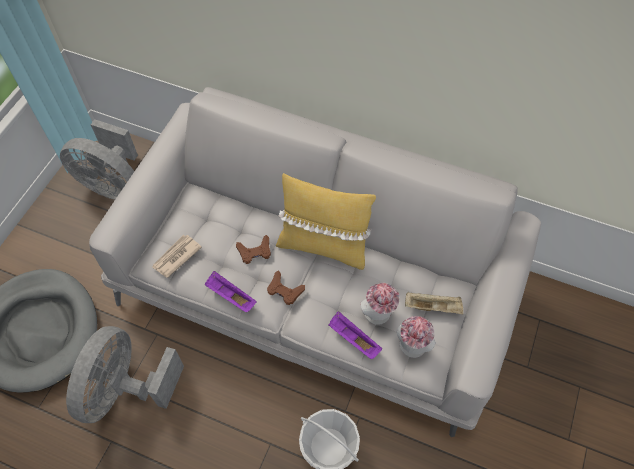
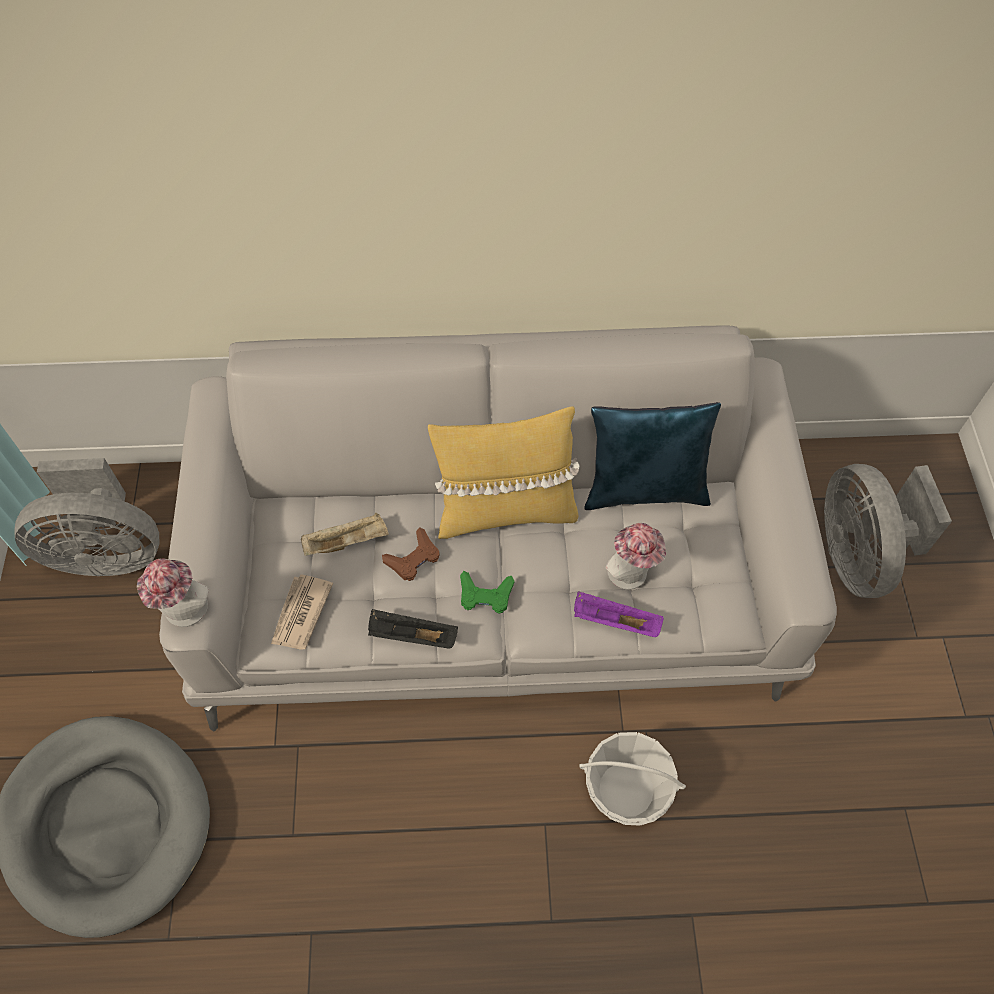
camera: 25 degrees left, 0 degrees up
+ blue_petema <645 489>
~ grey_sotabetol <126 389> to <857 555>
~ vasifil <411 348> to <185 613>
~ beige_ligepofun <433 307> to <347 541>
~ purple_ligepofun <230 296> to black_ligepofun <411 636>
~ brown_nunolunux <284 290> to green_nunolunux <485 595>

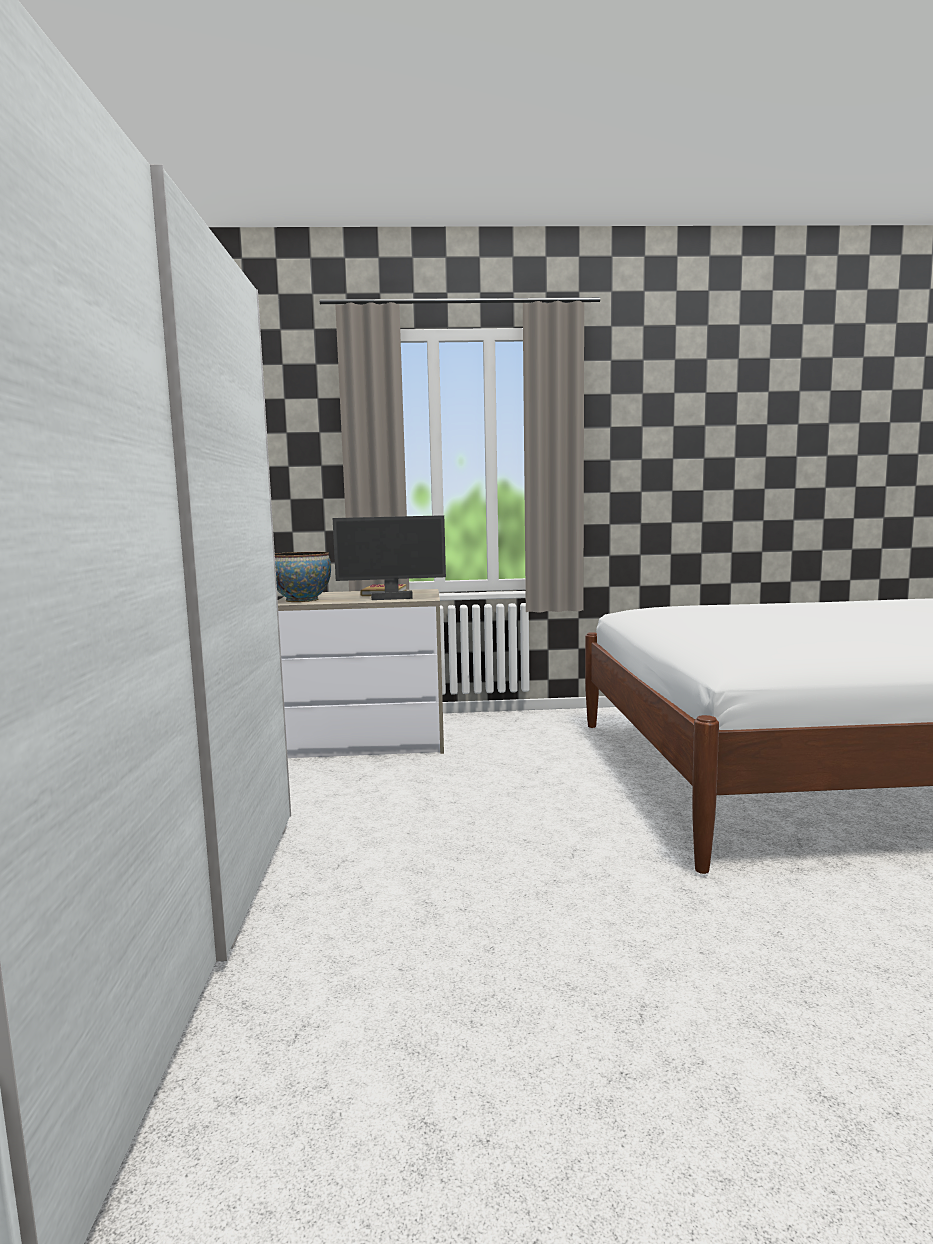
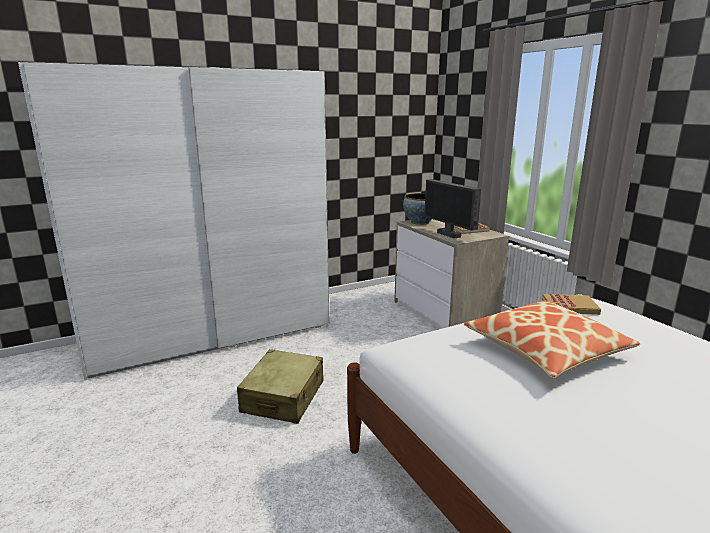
camera: 65 degrees right, 10 degrees up
+ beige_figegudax <283 397>
+ petema <546 350>
+ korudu <569 306>

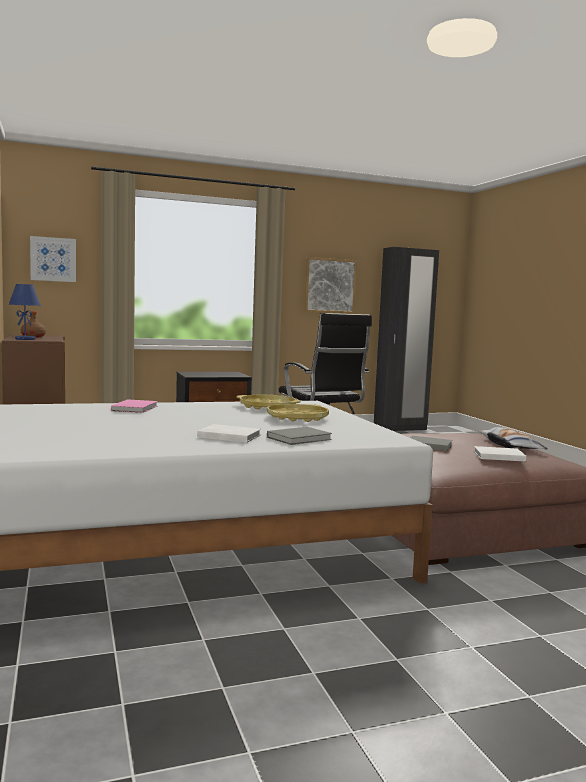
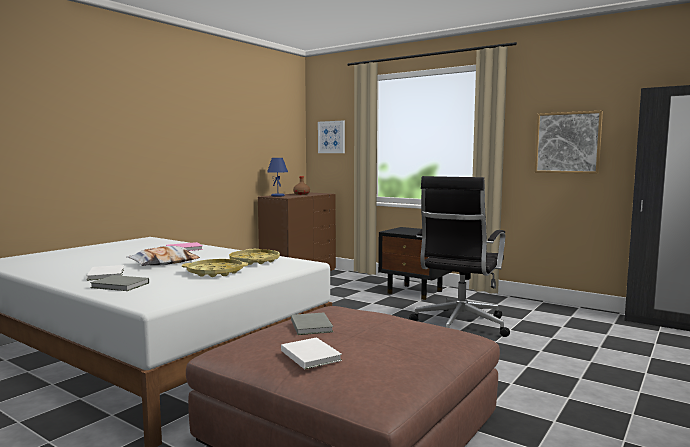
camera: 55 degrees right, 0 degrees up
~ petema <510 446> to <164 262>

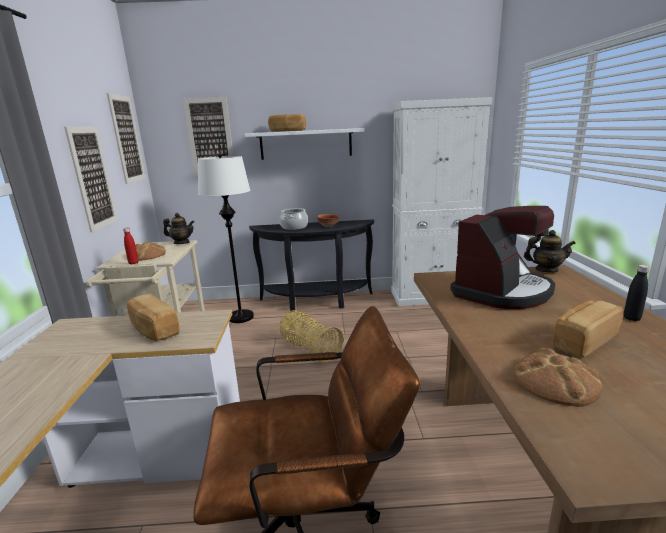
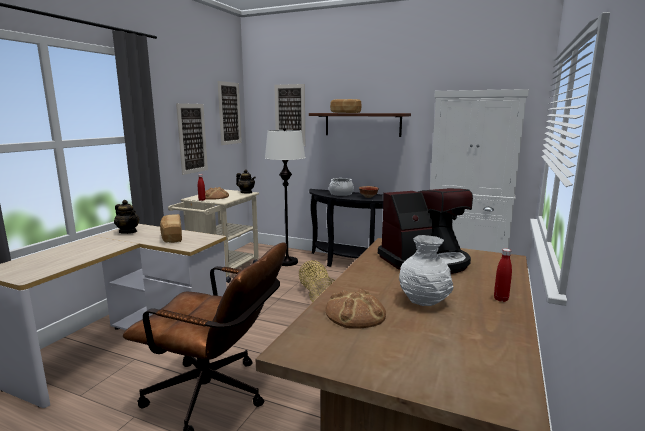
camera: 25 degrees right, 5 degrees down
~ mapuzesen <546 270> to <128 232>
~ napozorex <582 341> to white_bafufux <424 301>
~ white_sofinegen <306 144> to brown_sofinegen <362 124>
~ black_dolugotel <631 318> to red_dolugotel <501 299>

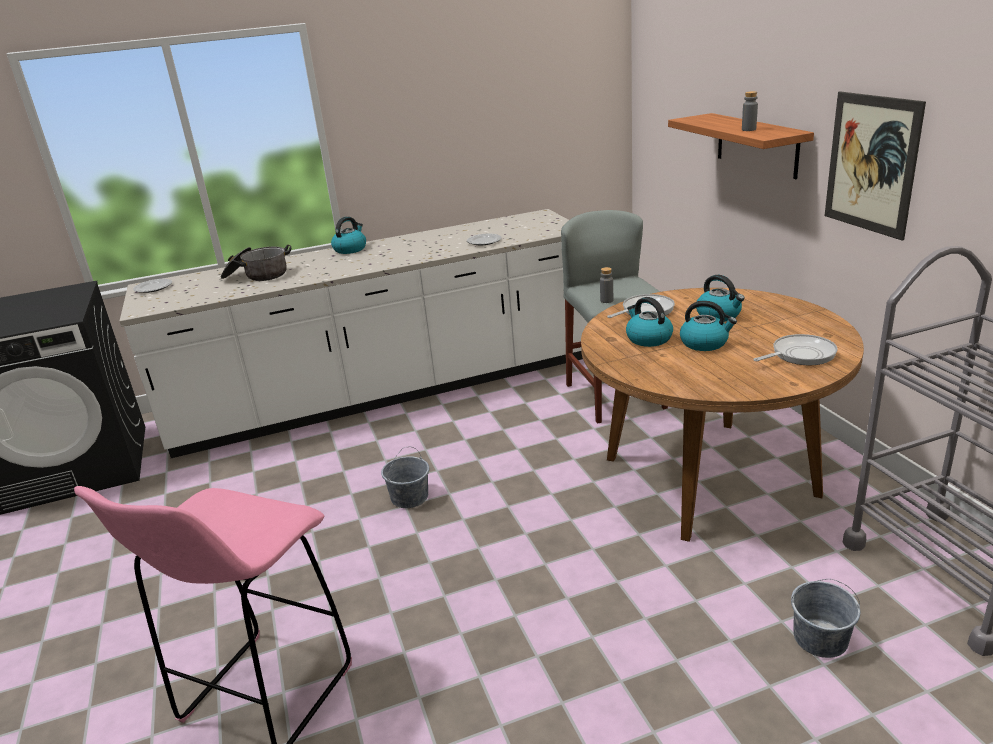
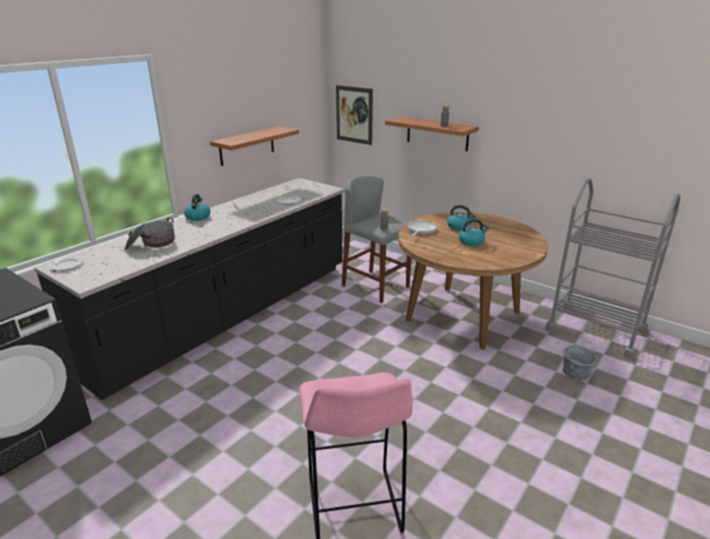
camera: 35 degrees left, 0 degrees up
- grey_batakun <410 497>
- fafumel <648 338>
- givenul <800 355>
+ sofinegen <247 145>
~ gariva <871 164> to <354 115>
~ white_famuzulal <386 393> to black_famuzulal <228 315>

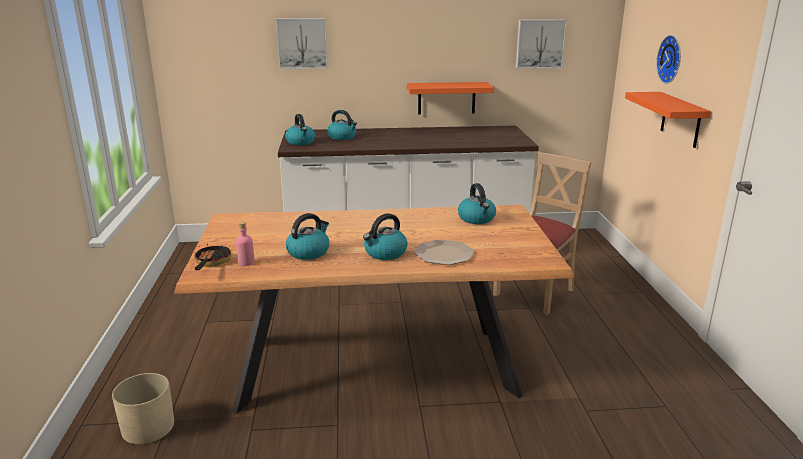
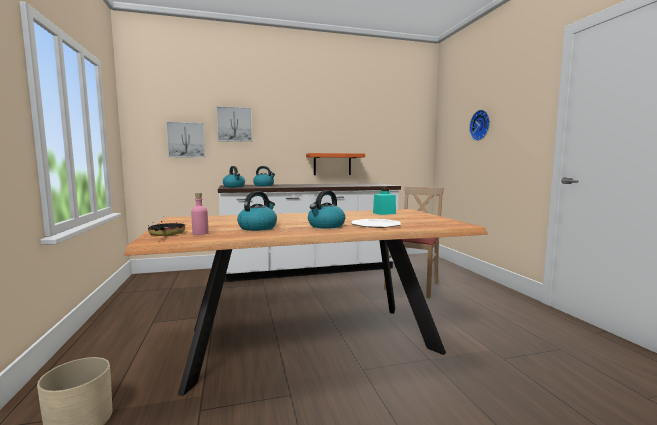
camera: 10 degrees left, 15 degrees down
- orange_sofinegen <681 119>
~ gariva <540 43> to <186 140>
~ fafumel <477 219> to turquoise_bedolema <384 213>

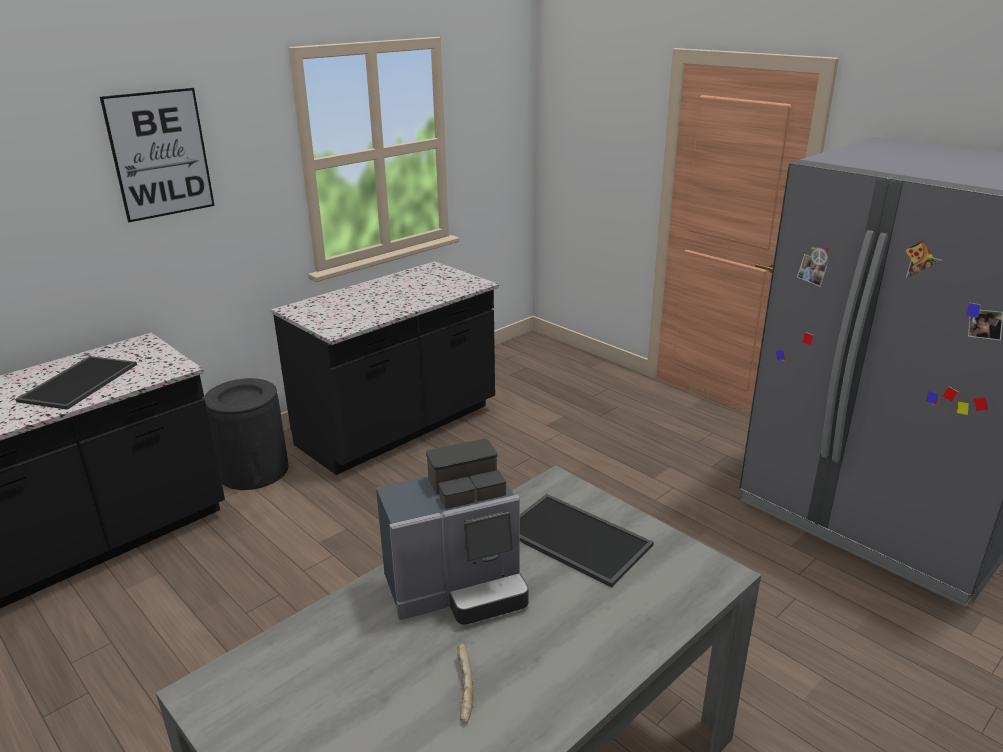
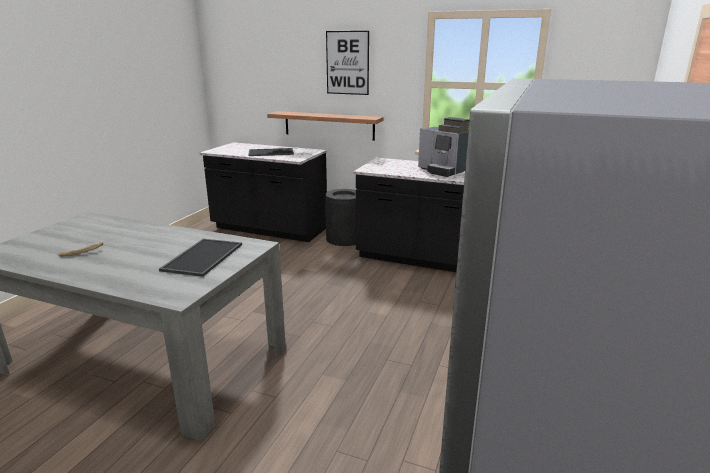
camera: 65 degrees right, 5 degrees down
+ sofinegen <329 125>
~ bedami <458 588> to <442 171>

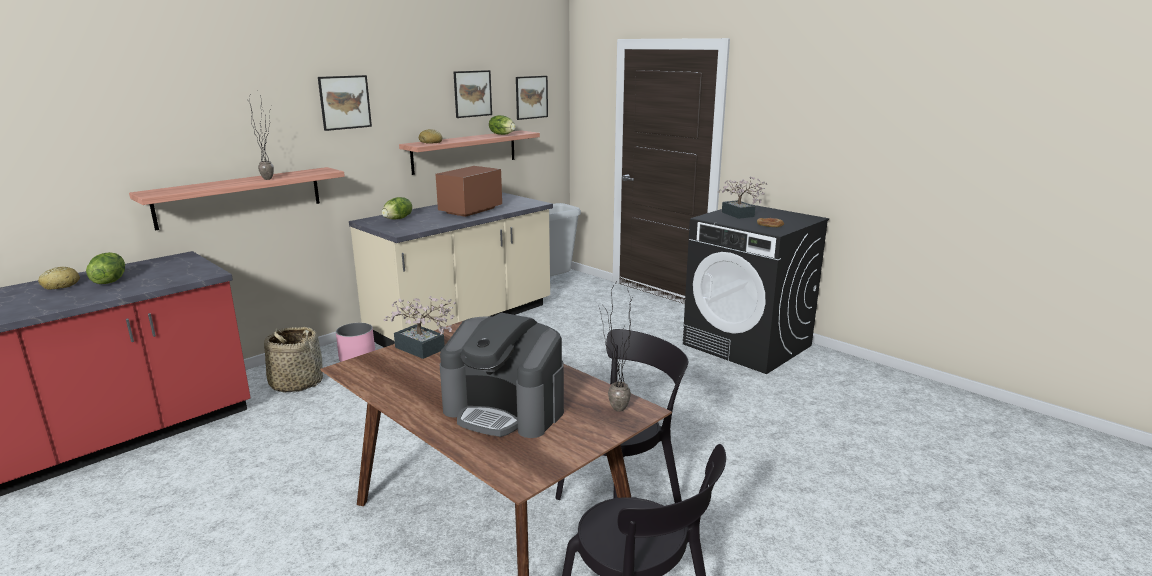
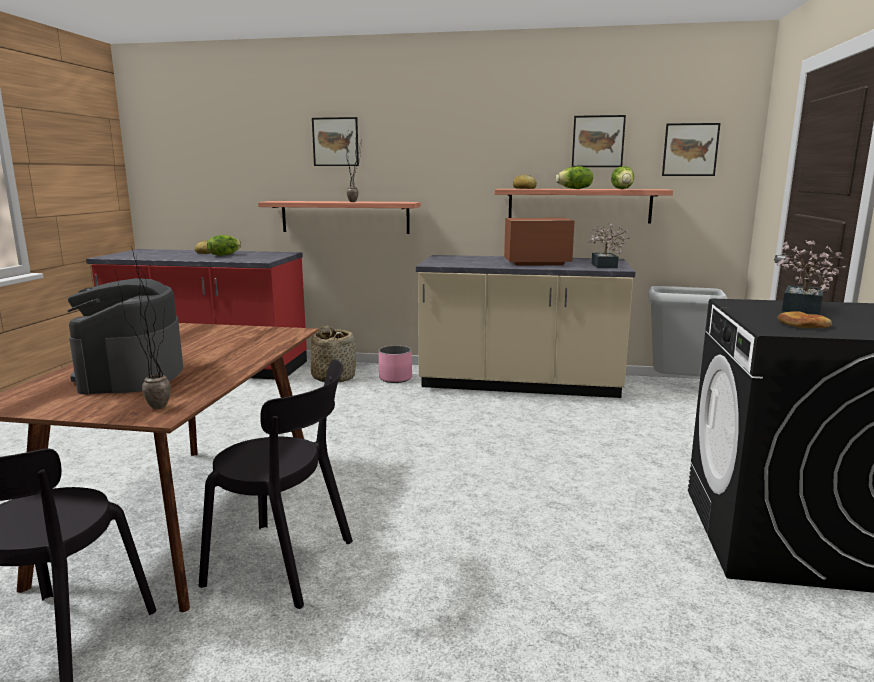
camera: 55 degrees right, 5 degrees down
~ gariva <345 102> to <335 142>
~ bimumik <398 219> to <575 189>
~ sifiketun <423 350> to <604 266>

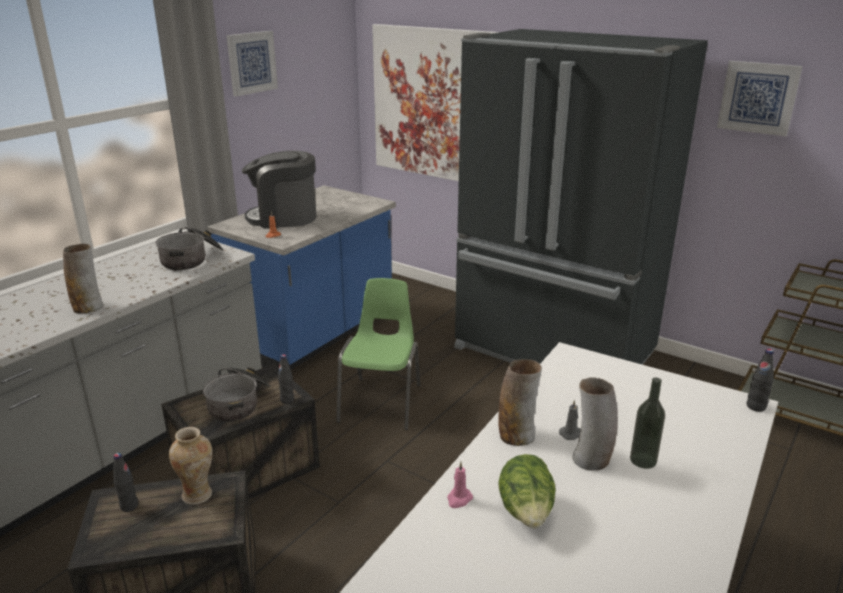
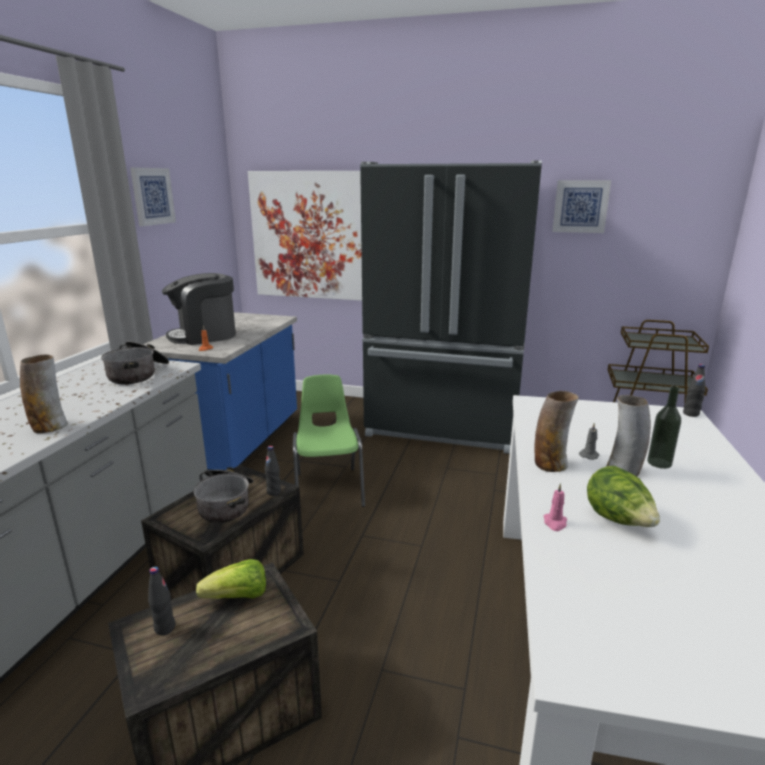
camera: 20 degrees left, 5 degrees down
~ bafufux <198 495> to bimumik <238 597>

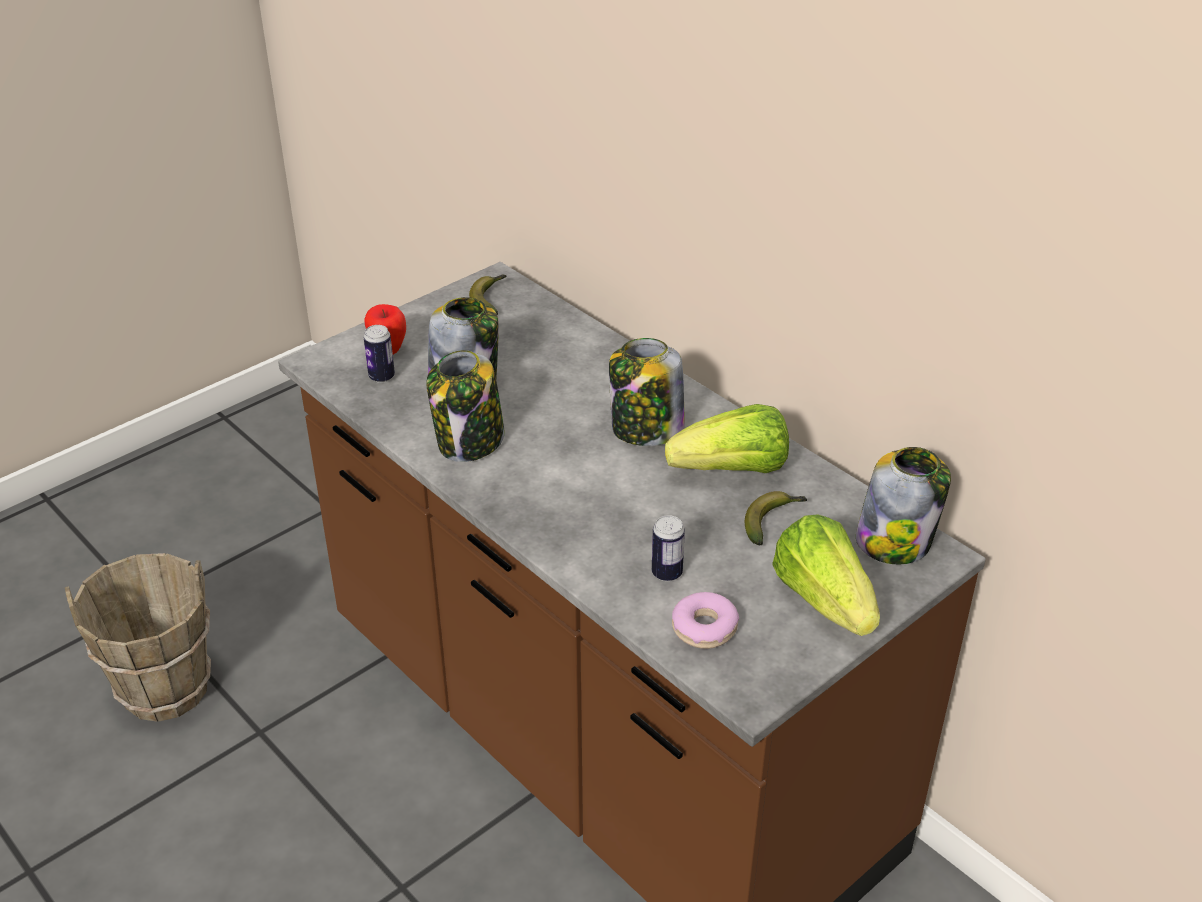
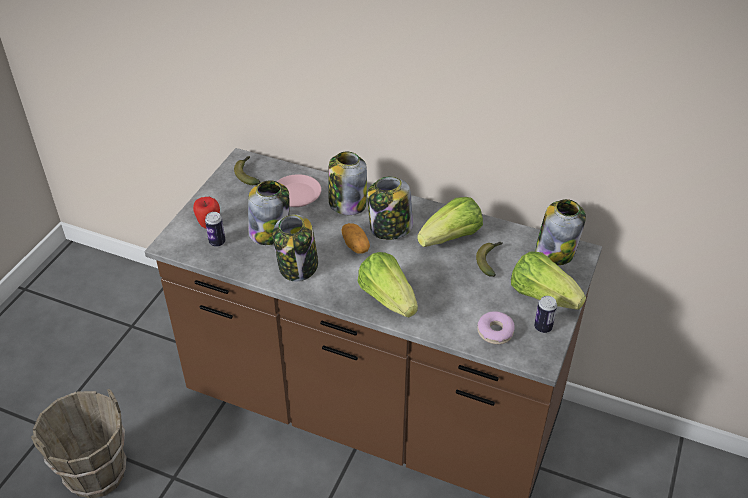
camera: 25 degrees left, 5 degrees up
+ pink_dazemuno <297 195>
+ bedolema <347 203>
+ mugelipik <355 245>
+ bimumik <388 298>
~ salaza <667 573> to <543 327>

